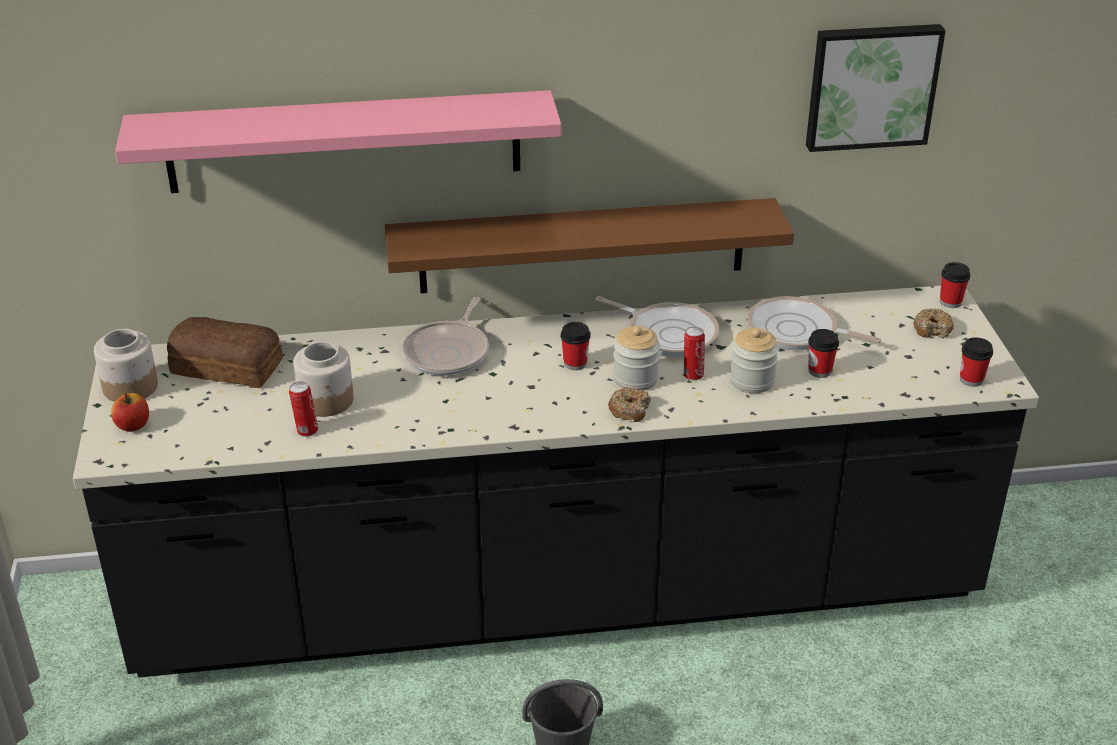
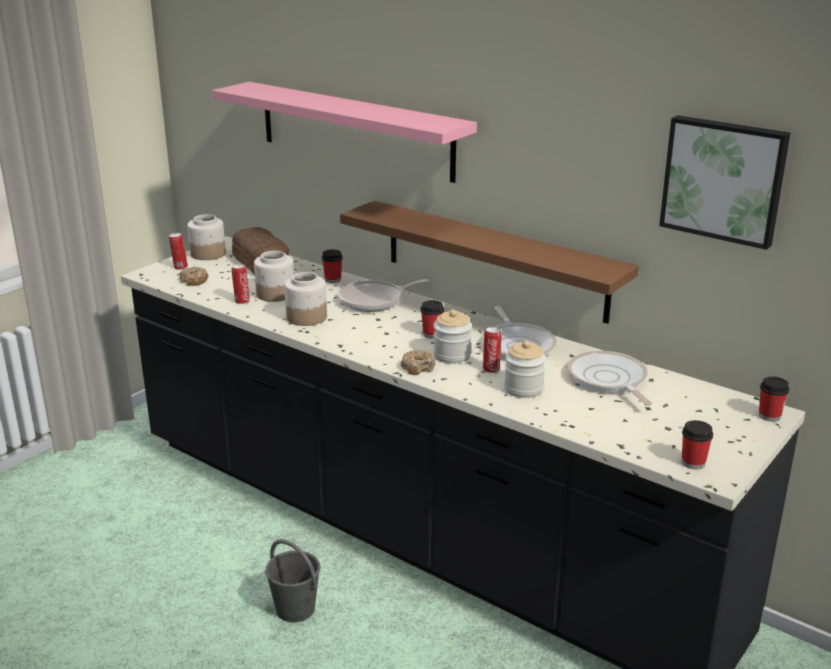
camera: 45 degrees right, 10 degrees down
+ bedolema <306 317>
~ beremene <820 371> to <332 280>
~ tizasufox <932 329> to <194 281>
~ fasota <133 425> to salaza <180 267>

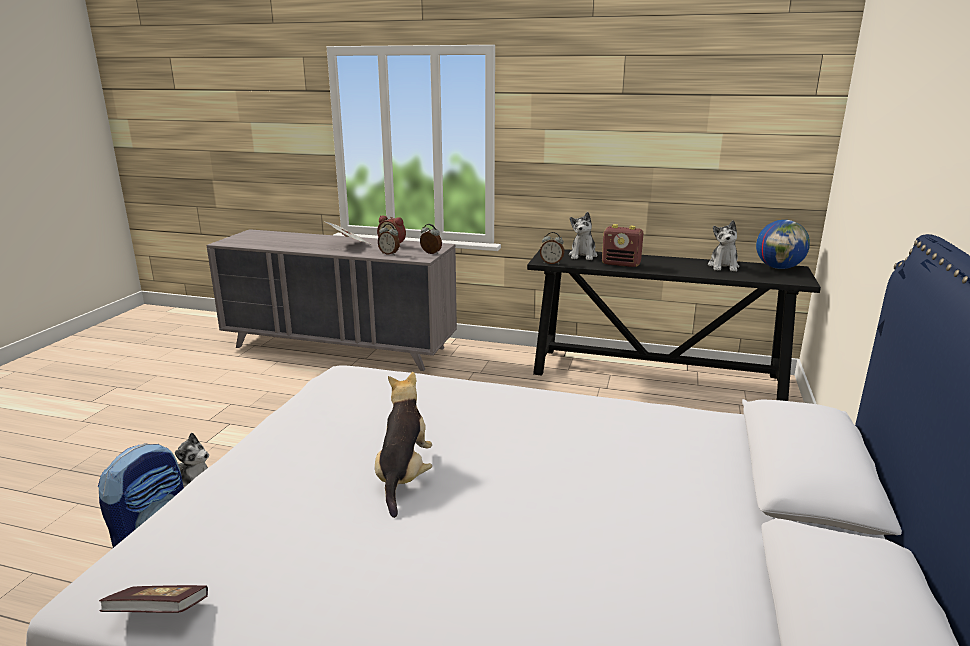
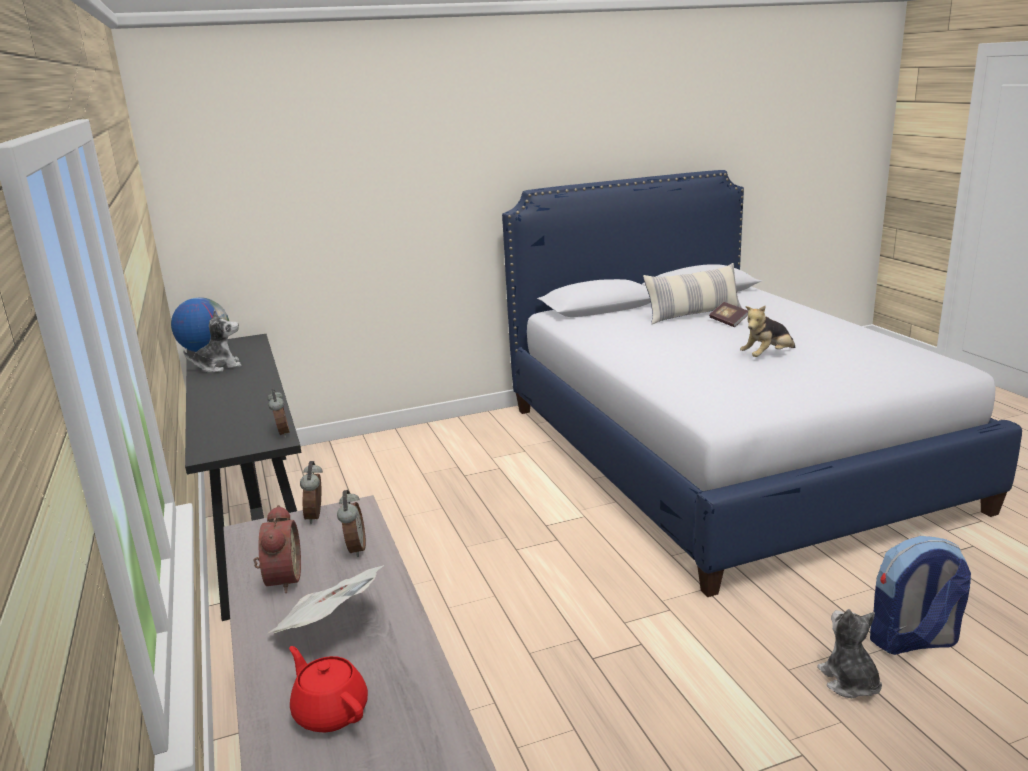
camera: 125 degrees left, 0 degrees up
- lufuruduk <583 256>
- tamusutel <621 264>
+ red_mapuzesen <330 711>
+ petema <693 315>
~ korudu <158 613> to <728 322>

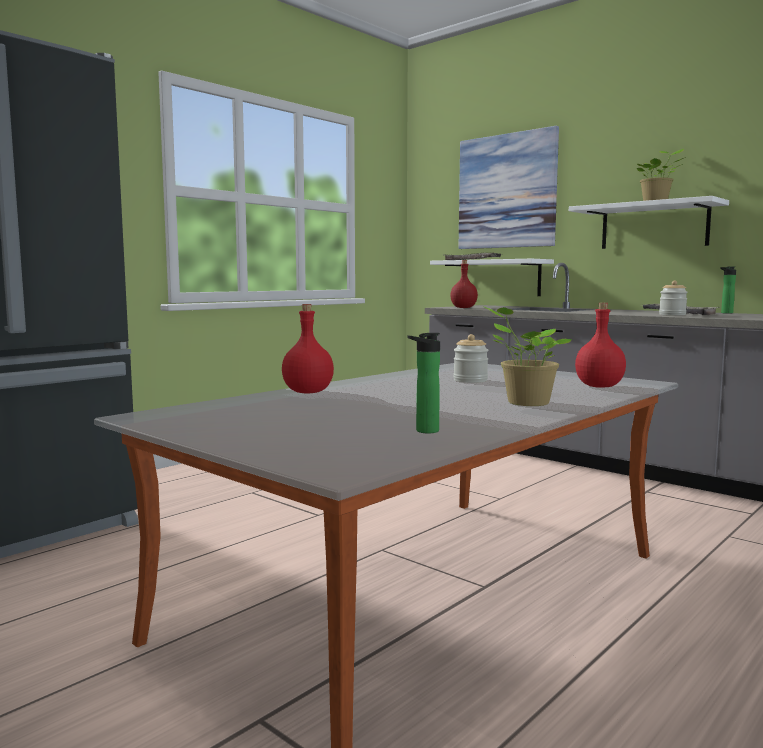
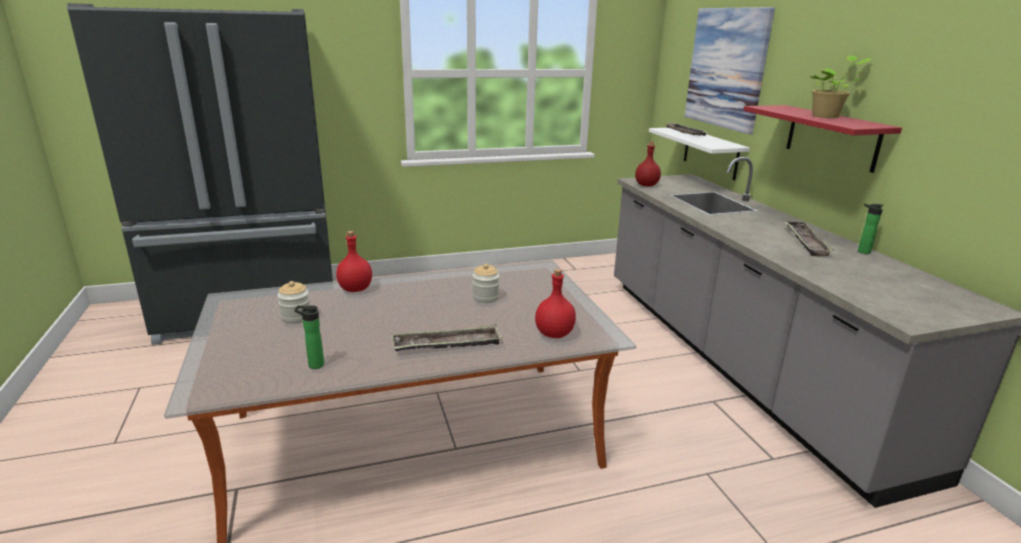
camera: 30 degrees right, 15 degrees up
~ bedolema <672 315> to <296 317>
~ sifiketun <524 402> to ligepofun <447 344>
~ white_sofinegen <654 226> to red_sofinegen <832 137>

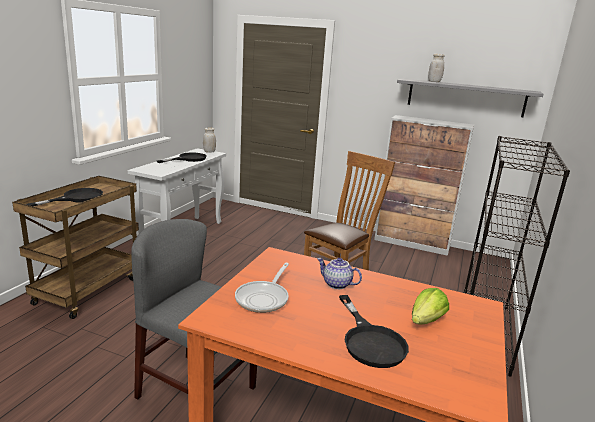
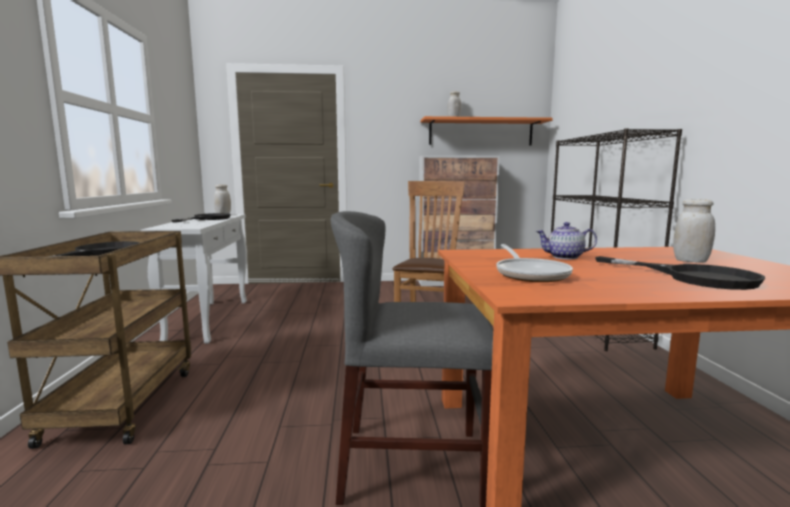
camera: 25 degrees left, 10 degrees down
~ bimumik <426 321> to white_bedolema <690 261>
~ grey_sofinegen <465 97> to orange_sofinegen <481 132>

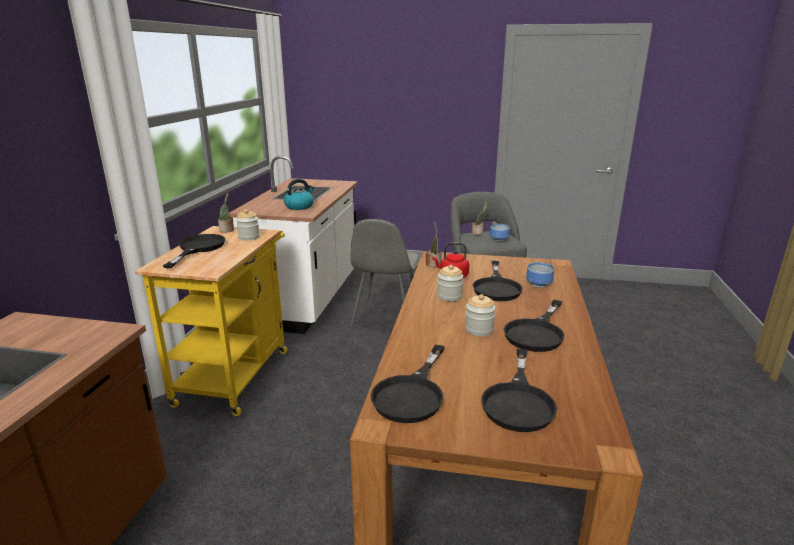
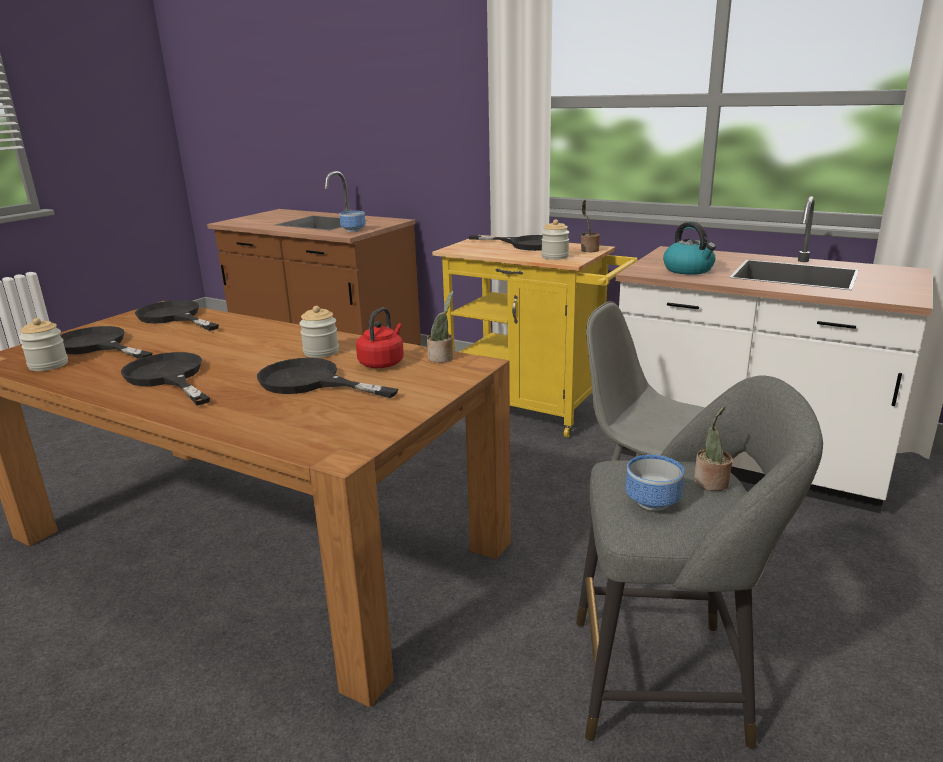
camera: 110 degrees right, 0 degrees up
~ bedolema <479 330> to <48 365>
~ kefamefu <537 283> to <354 230>

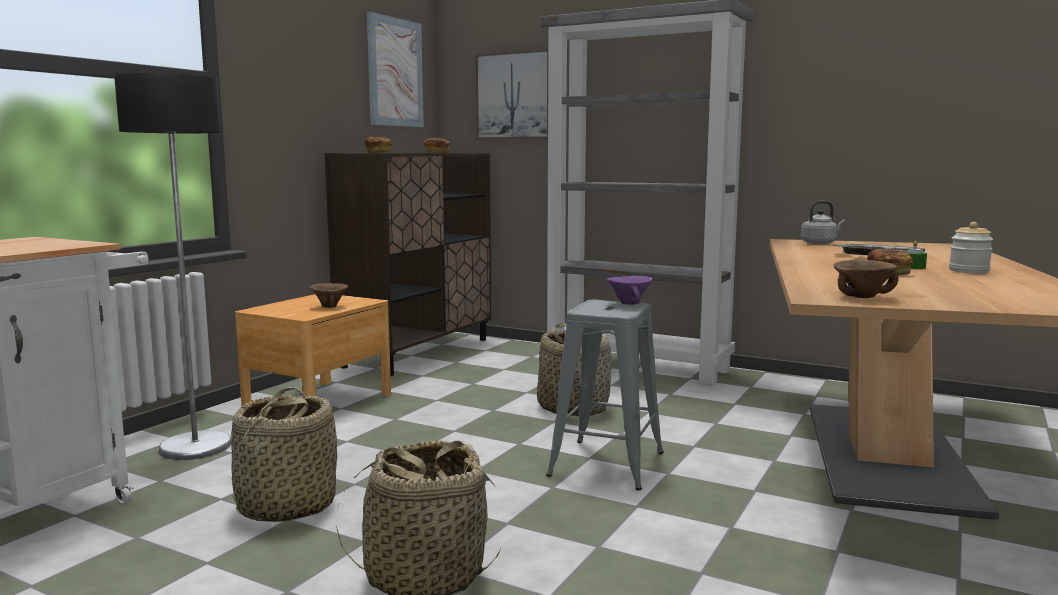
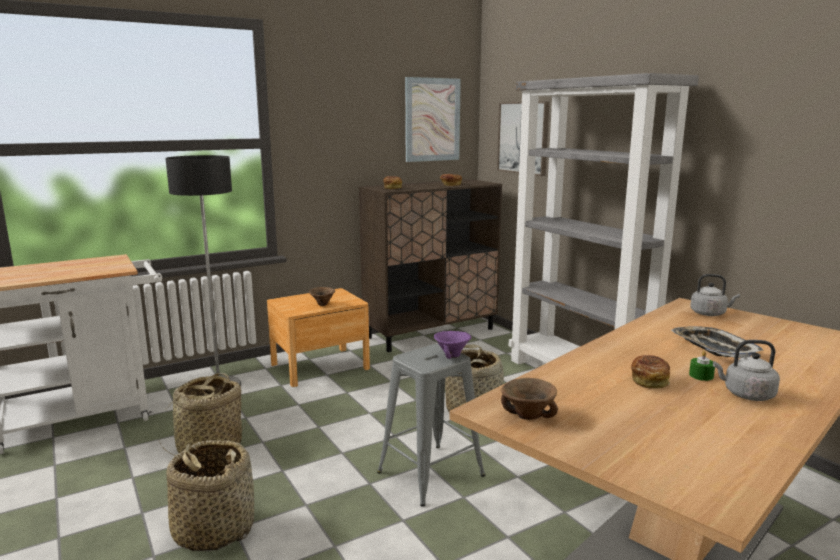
camera: 30 degrees right, 5 degrees up
~ bedolema <969 271> to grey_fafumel <746 395>

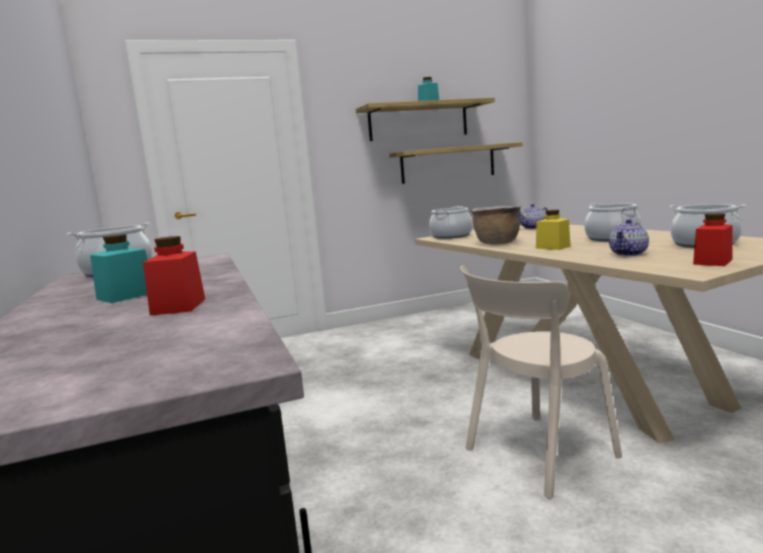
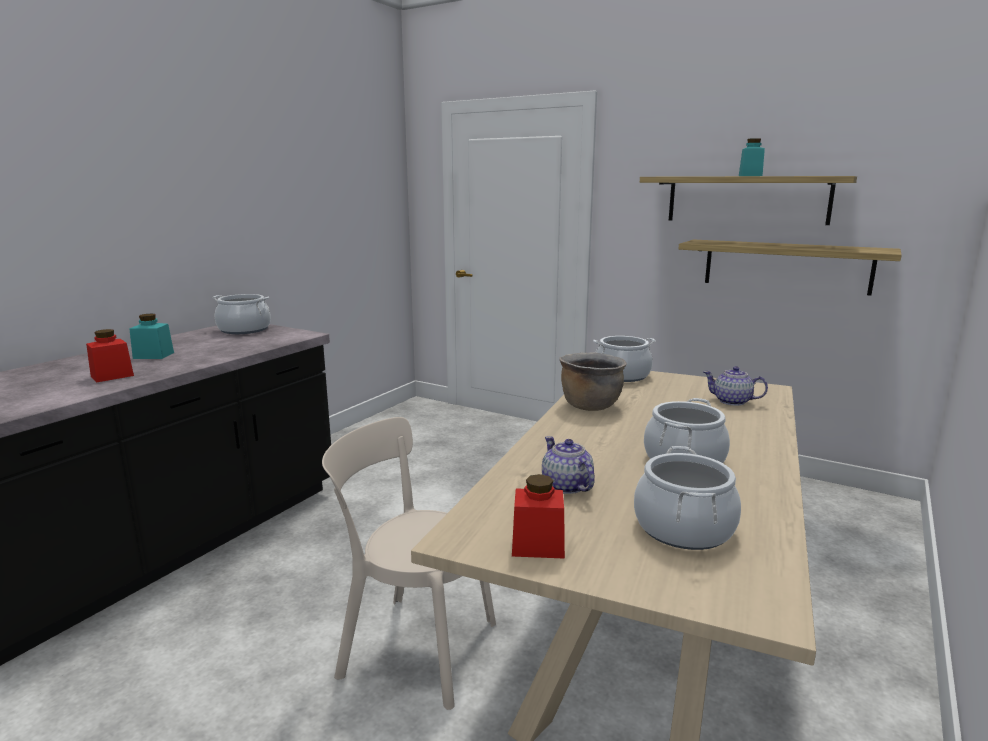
camera: 50 degrees right, 5 degrees up
- yellow_bedolema <553 247>
~ mapuzesen <629 254> = <566 486> 60 degrees clockwise

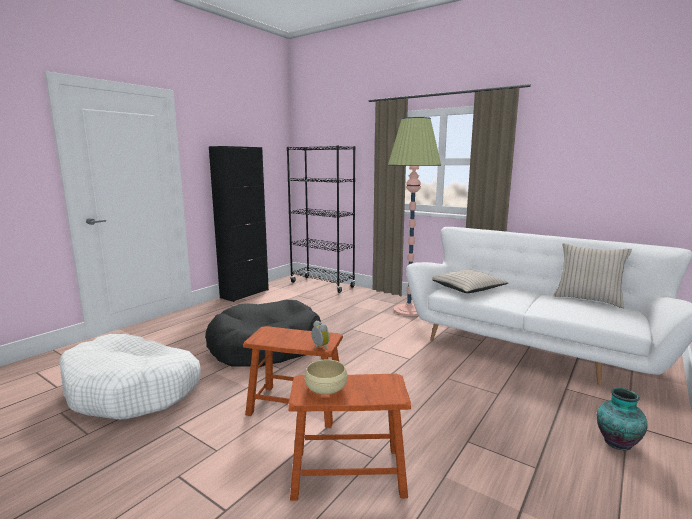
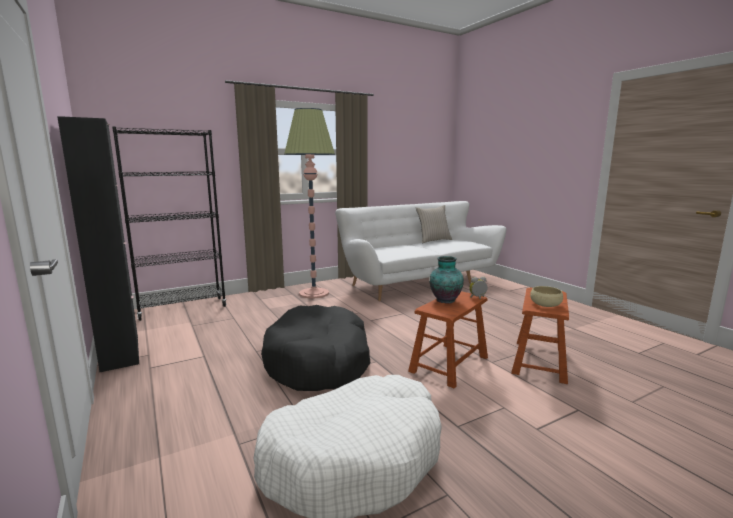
camera: 65 degrees left, 0 degrees up
- beige_petema <467 288>
~ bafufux <616 442> to <444 300>

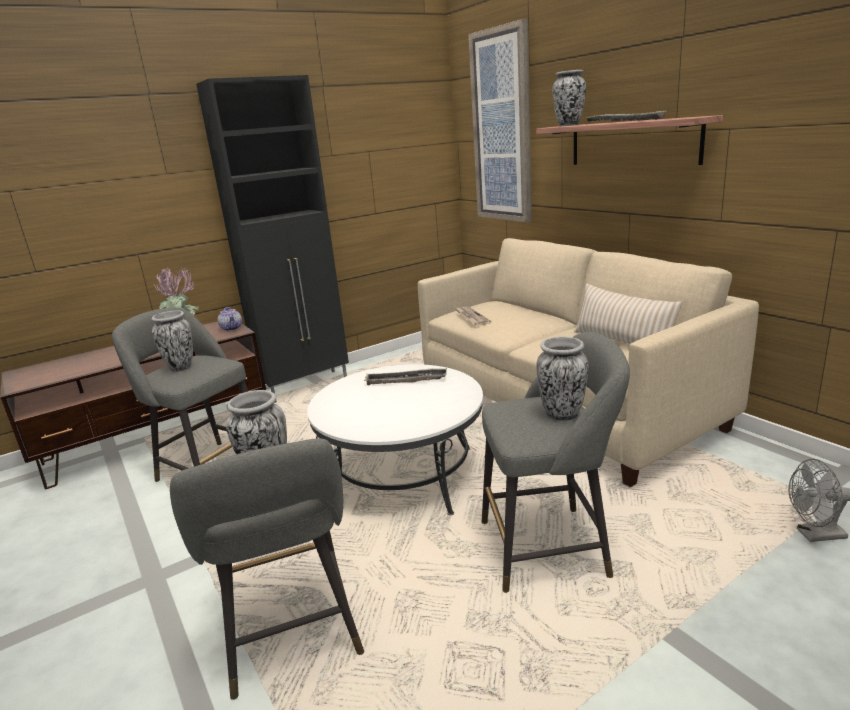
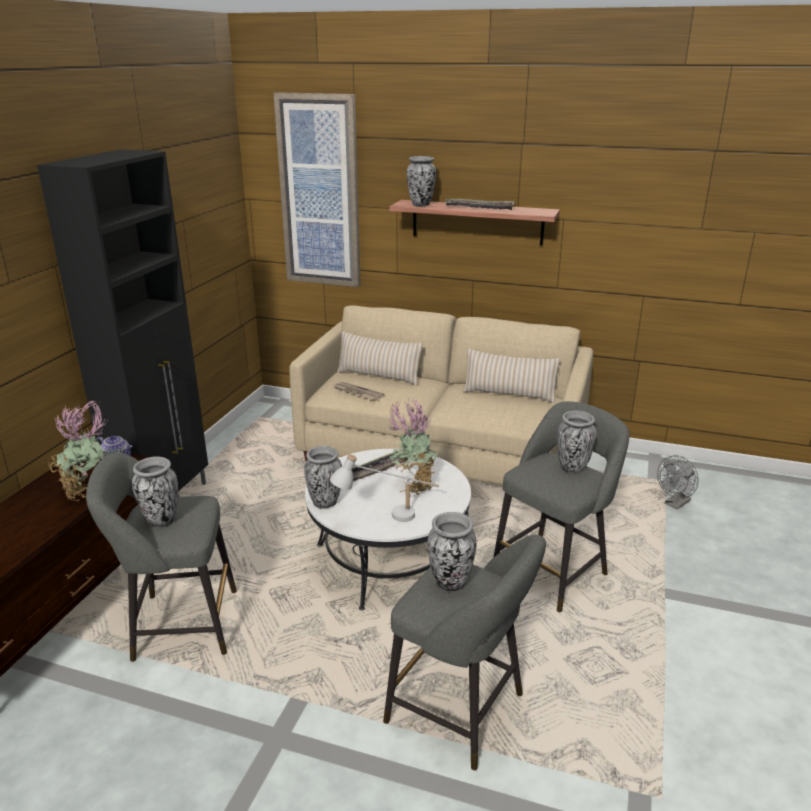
camera: 40 degrees left, 5 degrees up
+ bafufux <325 502>
+ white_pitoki <386 518>
+ beige_petema <379 376>
+ sifiketun <413 486>

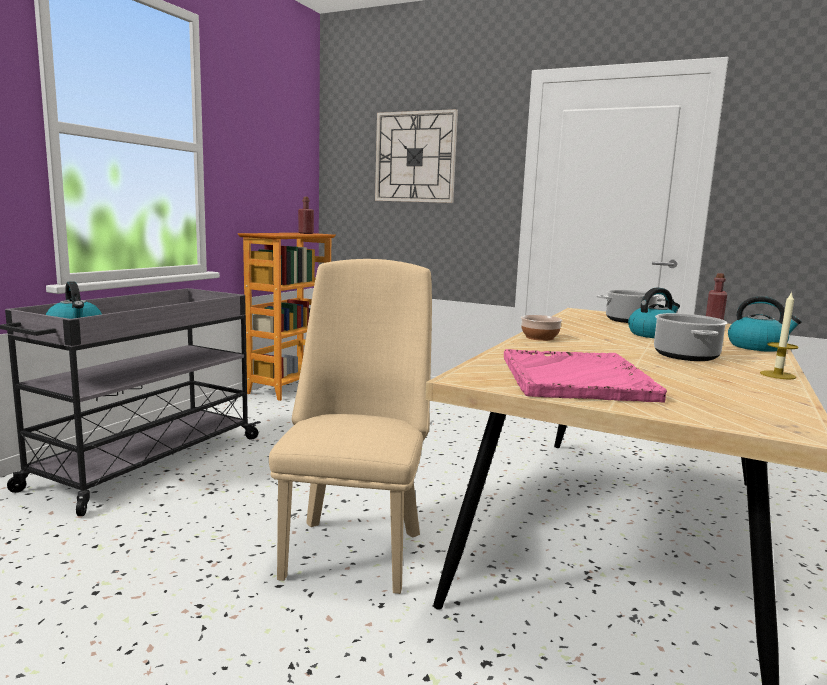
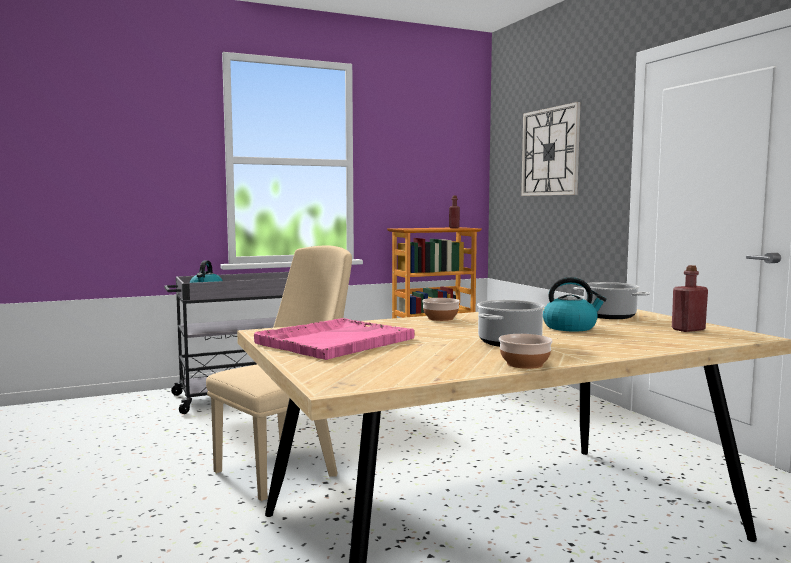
camera: 40 degrees right, 5 degrees down
- fafumel <757 347>
~ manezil <777 375> to kefamefu <525 364>

